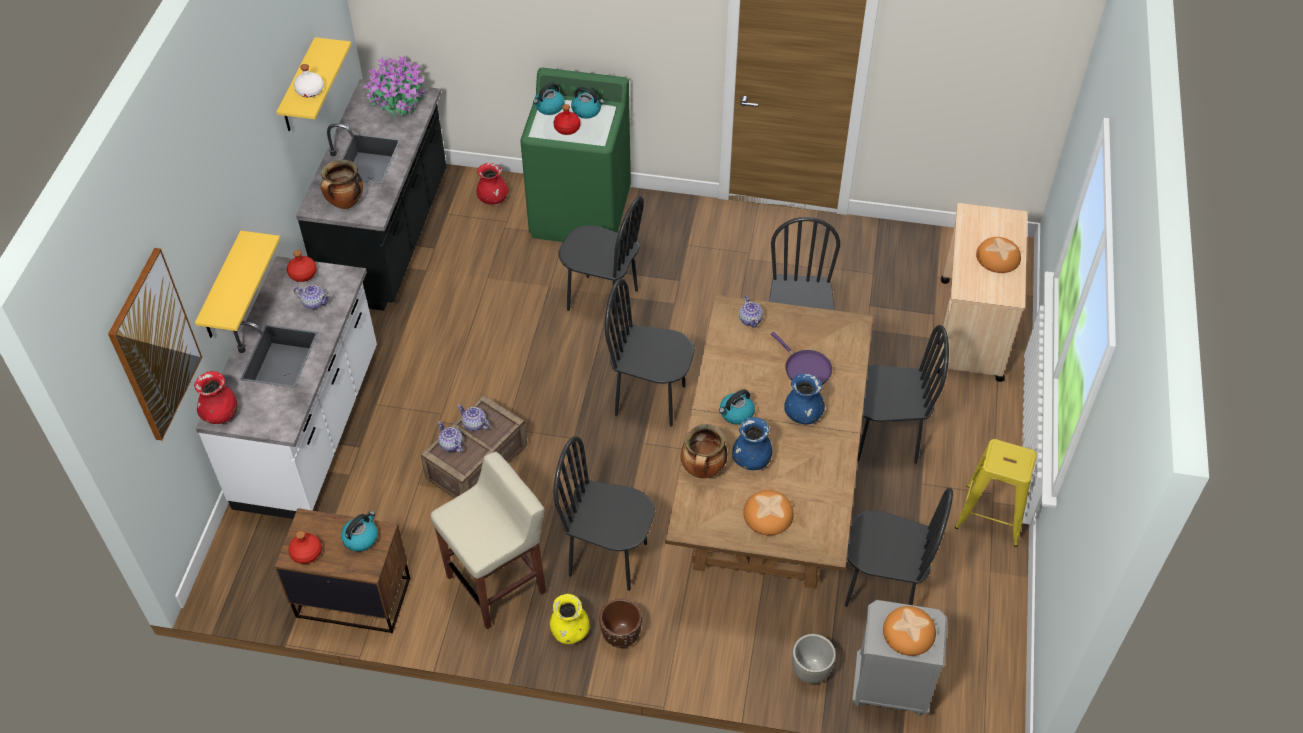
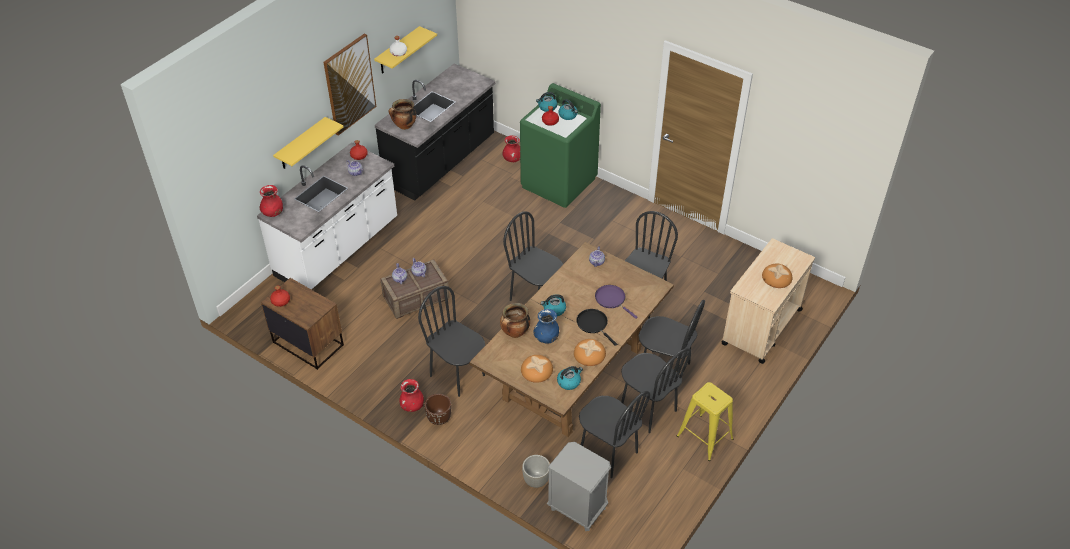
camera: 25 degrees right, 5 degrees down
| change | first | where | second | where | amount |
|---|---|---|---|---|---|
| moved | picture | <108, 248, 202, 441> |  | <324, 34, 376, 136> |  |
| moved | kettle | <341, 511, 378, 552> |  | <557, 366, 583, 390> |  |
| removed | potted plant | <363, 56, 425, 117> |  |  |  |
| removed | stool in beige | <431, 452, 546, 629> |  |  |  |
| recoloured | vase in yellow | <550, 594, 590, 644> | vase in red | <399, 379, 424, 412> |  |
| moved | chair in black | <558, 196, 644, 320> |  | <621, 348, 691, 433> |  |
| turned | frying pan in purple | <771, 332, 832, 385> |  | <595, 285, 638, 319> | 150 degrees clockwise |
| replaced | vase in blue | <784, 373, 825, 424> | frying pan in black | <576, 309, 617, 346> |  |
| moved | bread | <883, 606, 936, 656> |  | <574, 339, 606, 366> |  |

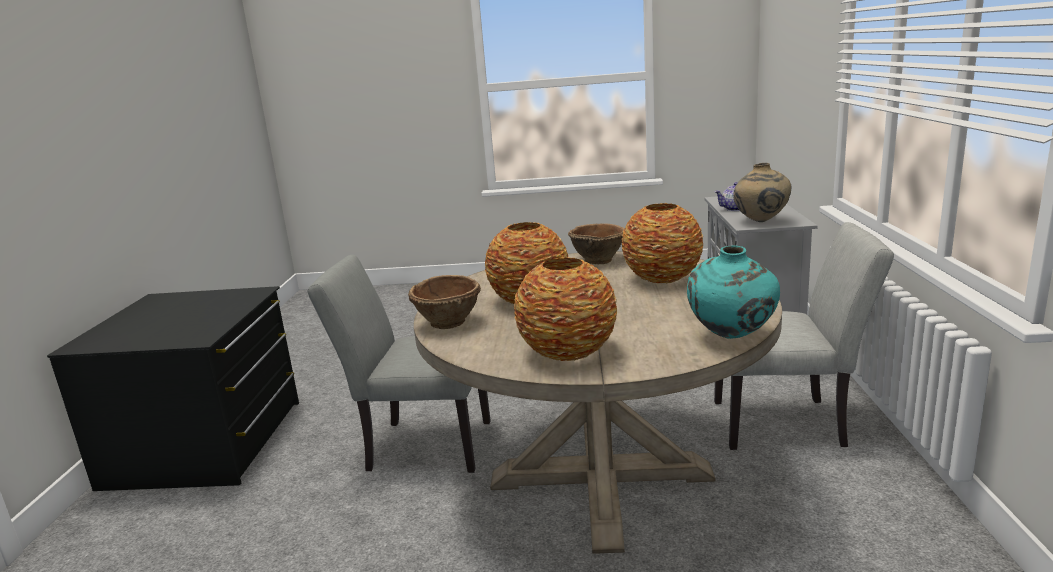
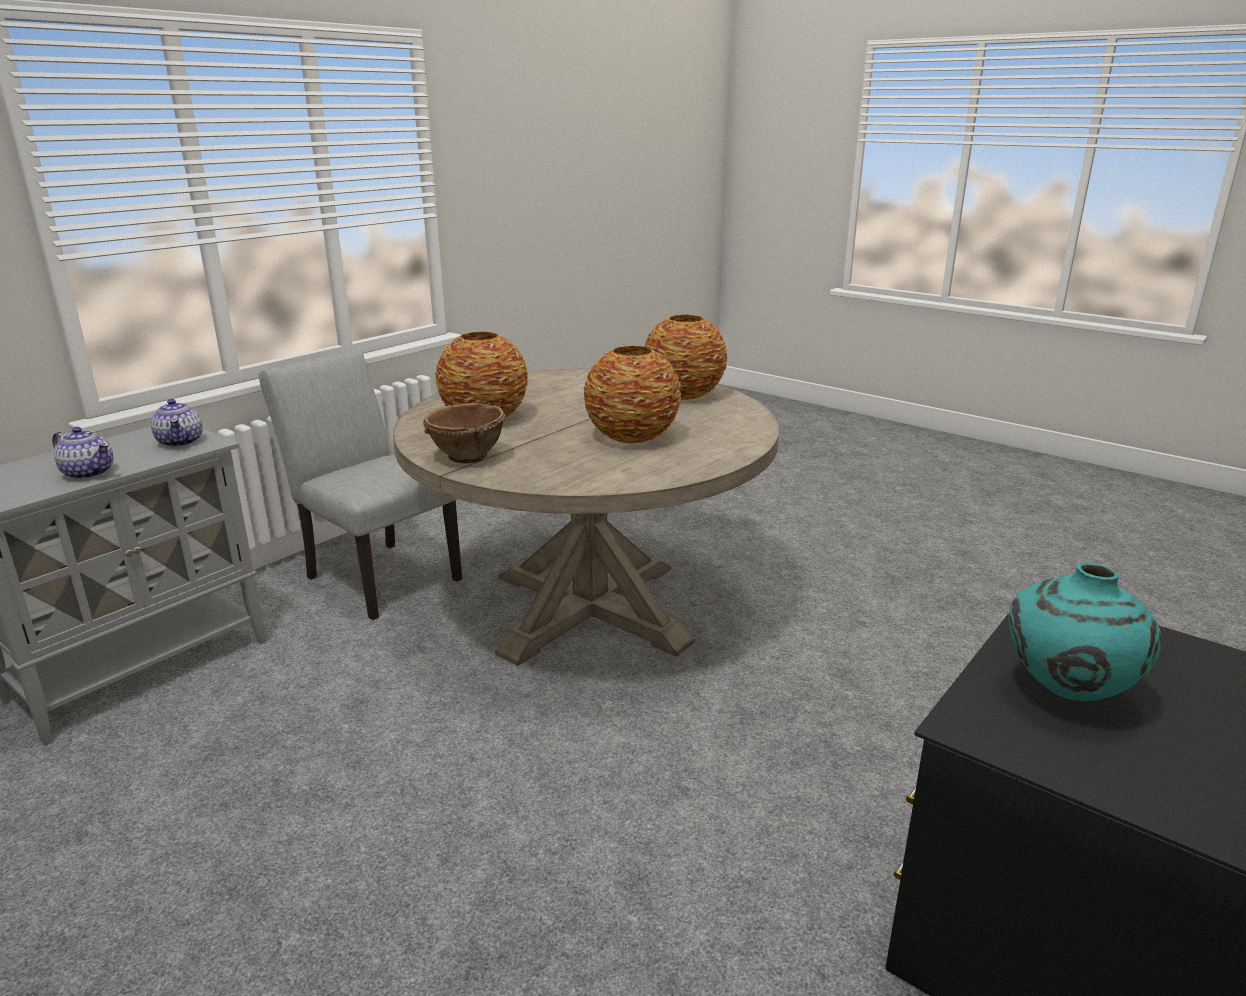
camera: 145 degrees left, 5 degrees up
| change | first | where | second | where | amount |
|---|---|---|---|---|---|
| removed | chair in grey | <308, 255, 491, 473> |  |  |  |
| removed | bowl in brown | <408, 275, 481, 329> |  |  |  |
| moved | vase in turquoise | <687, 245, 780, 339> |  | <1008, 563, 1161, 701> |  |
| replaced | vase in beige | <733, 163, 791, 222> | teapot | <150, 399, 203, 447> |  |

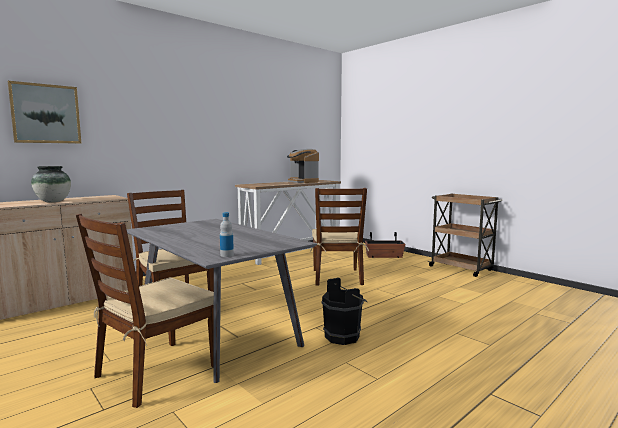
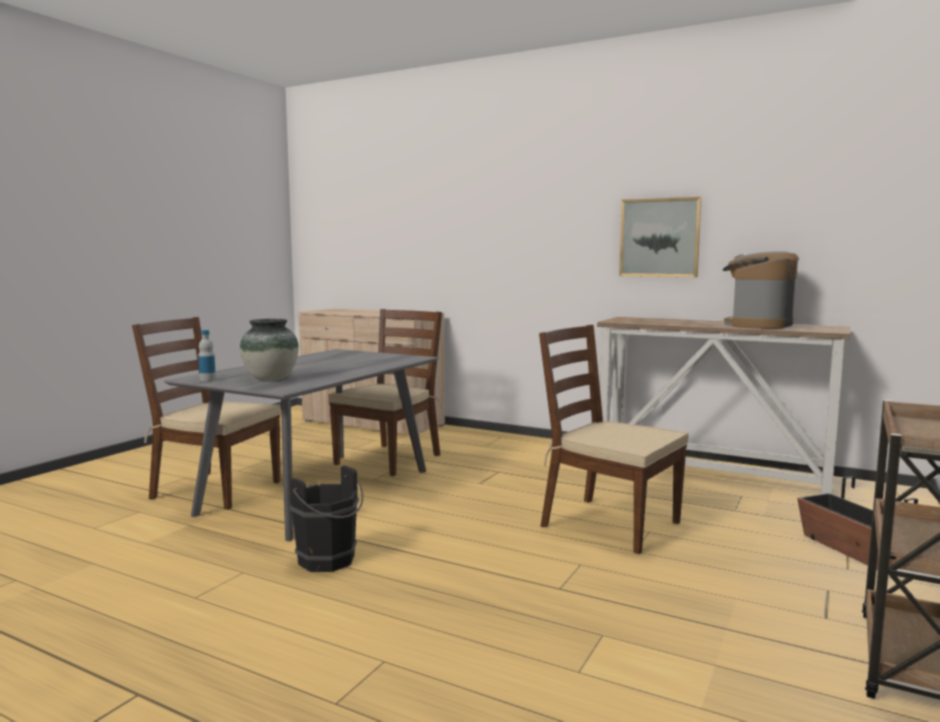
camera: 70 degrees right, 0 degrees up
| change | first | where | second | where | amount |
|---|---|---|---|---|---|
| moved | picture | <8, 81, 81, 144> |  | <619, 197, 702, 277> |  |
| moved | vase | <31, 166, 71, 202> |  | <240, 319, 299, 381> |  |
| turned | chair in brown | <310, 188, 369, 286> |  | <539, 325, 689, 554> | 60 degrees clockwise |

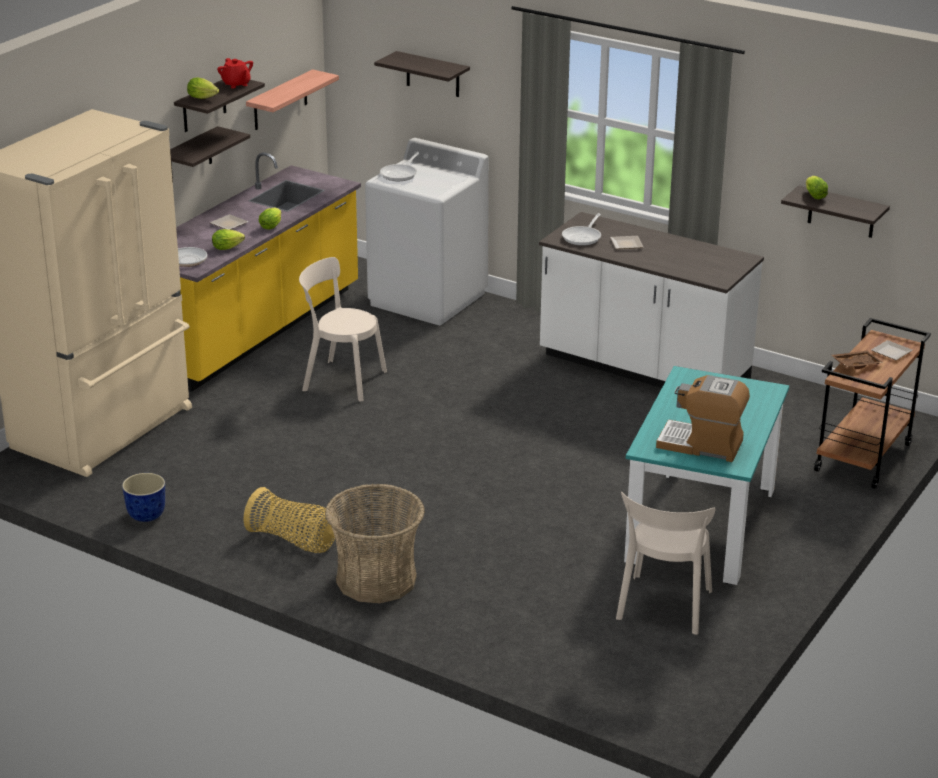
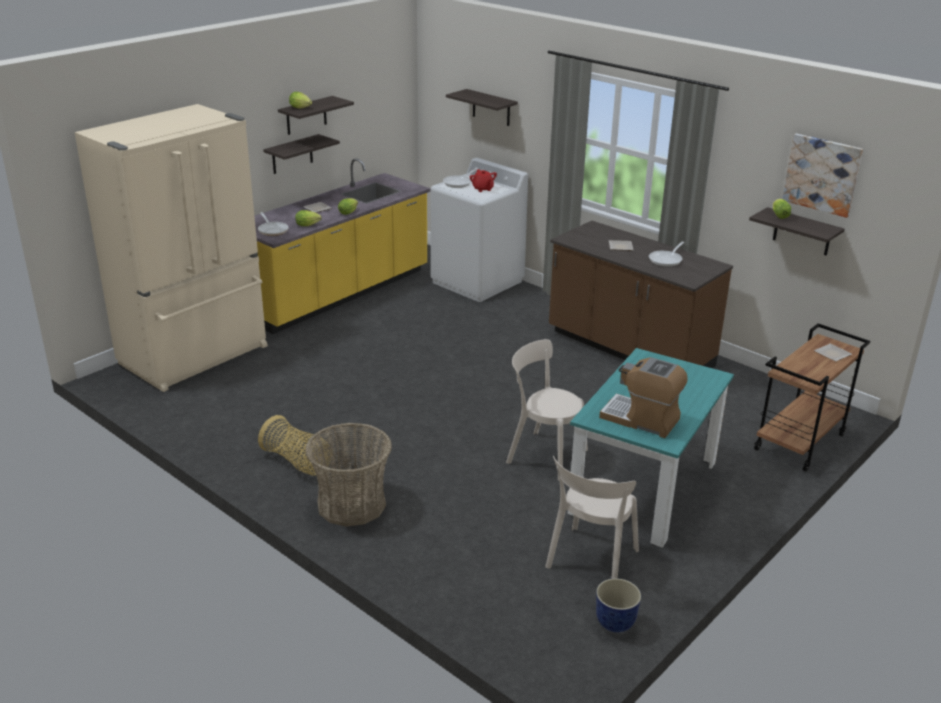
camera: 10 degrees right, 0 degrees up
| change | first | where | second | where | amount |
|---|---|---|---|---|---|
| moved | planter | <122, 473, 165, 522> |  | <596, 578, 641, 632> |  |
| moved | teapot in red | <217, 58, 253, 88> |  | <470, 169, 497, 192> |  |
| removed | shelf | <246, 69, 339, 130> |  |  |  |
| moved | chair in beige | <299, 257, 387, 402> |  | <506, 339, 588, 481> |  |
| recoloured | counter in white | <539, 212, 764, 388> | counter in brown | <549, 221, 733, 368> |  |
| moved | frying pan | <562, 213, 601, 246> |  | <649, 242, 684, 267> |  |
| removed | tray in brown | <831, 350, 884, 369> |  |  |  |
| added |  |  | picture | <782, 134, 863, 218> |  |

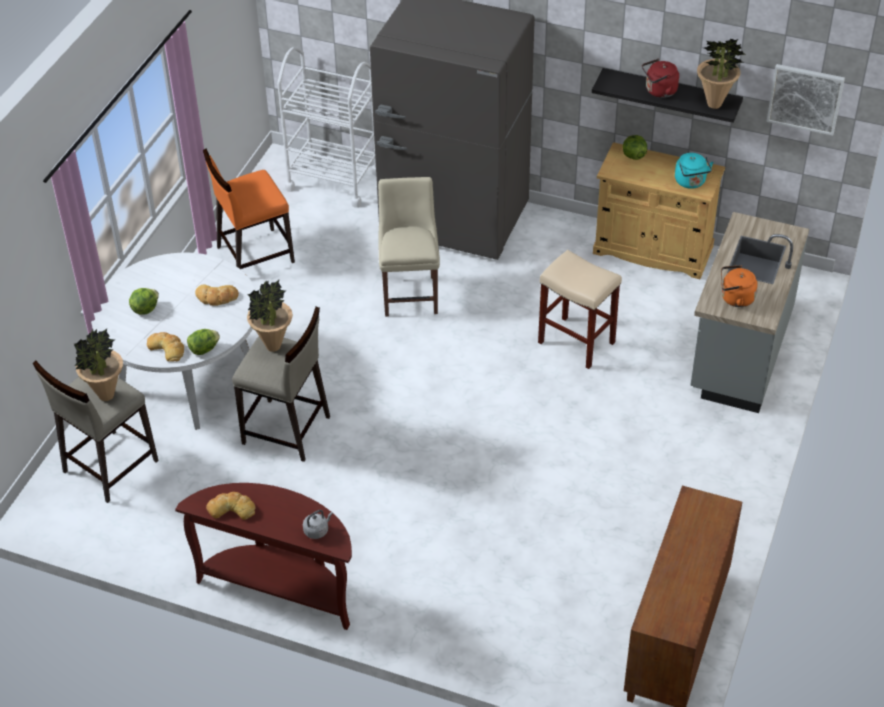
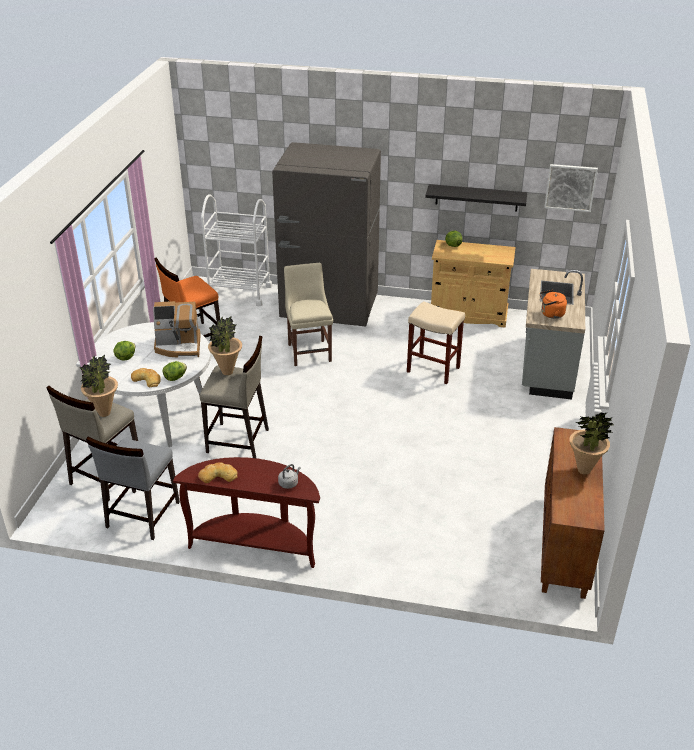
camera: 10 degrees left, 10 degrees down
| change | first | where | second | where | amount |
|---|---|---|---|---|---|
| replaced | bread | <195, 285, 239, 306> | coffee machine | <153, 301, 201, 358> |  |
| removed | kettle in red | <642, 59, 679, 98> |  |  |  |
| removed | kettle in turquoise | <675, 153, 714, 189> |  |  |  |
| moved | potted plant | <697, 39, 745, 109> |  | <570, 412, 613, 475> |  |
| added |  |  | chair in grey | <86, 437, 180, 540> |  |

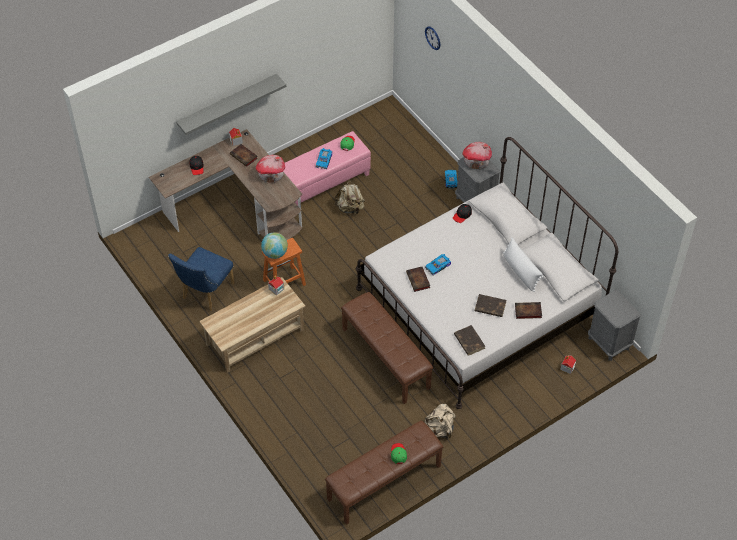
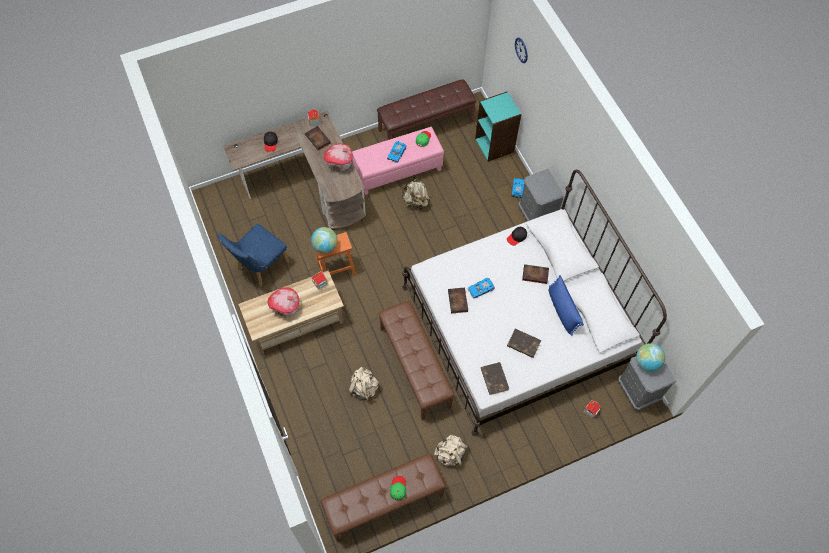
camera: 10 degrees right, 10 degrees up
| change | first | where | second | where | amount |
|---|---|---|---|---|---|
| removed | shelf in grey | <176, 74, 286, 135> |  |  |  |
| moved | toy house | <462, 142, 492, 170> |  | <268, 287, 299, 318> |  |
| recoloured | pillow in white | <503, 238, 544, 292> | pillow in blue | <548, 275, 584, 335> |  |
| moved | book | <515, 302, 542, 319> |  | <522, 264, 549, 284> |  |
| added |  |  | backpack in beige | <348, 366, 379, 402> |  |
| added |  |  | bench in brown | <377, 79, 476, 140> |  |
| added |  |  | bookcase in turquoise | <475, 91, 522, 162> |  |
| added |  |  | globe | <636, 343, 665, 372> |  |

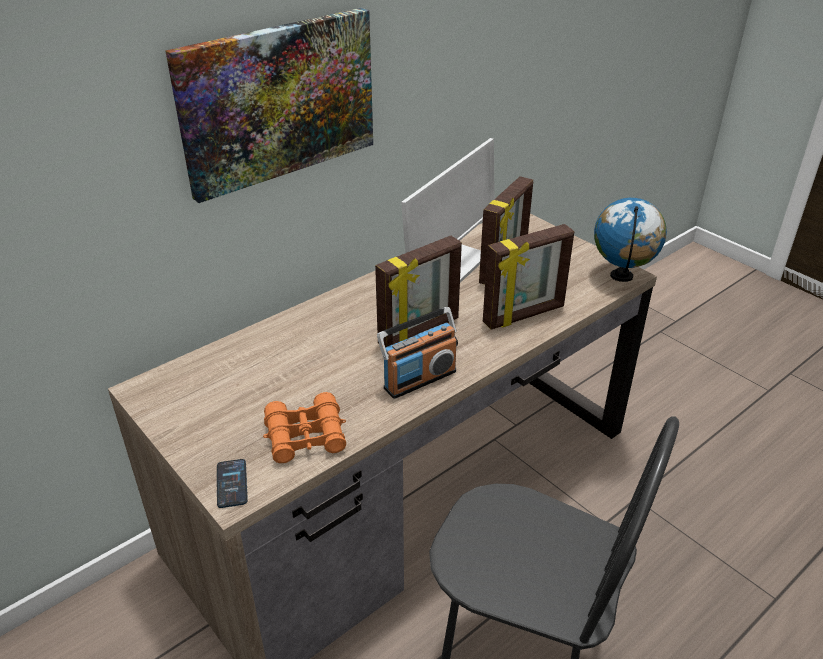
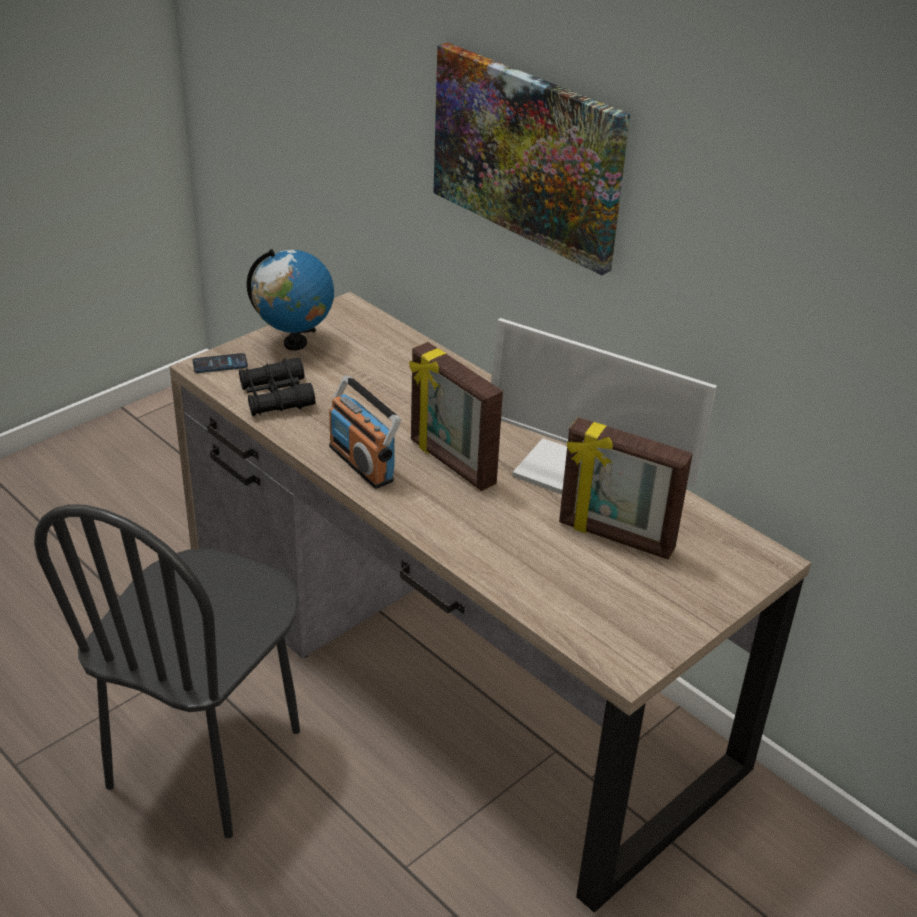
camera: 85 degrees right, 0 degrees up
| change | first | where | second | where | amount |
|---|---|---|---|---|---|
| recoloured | binoculars in orange | <263, 392, 346, 463> | binoculars in black | <239, 358, 316, 416> |  |
| removed | picture frame | <483, 224, 575, 330> |  |  |  |
| moved | globe | <594, 198, 667, 282> |  | <247, 249, 334, 350> |  |

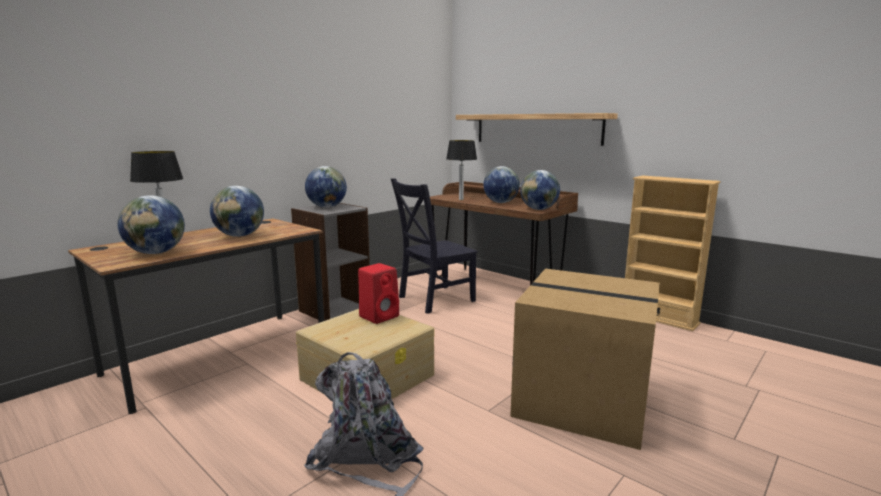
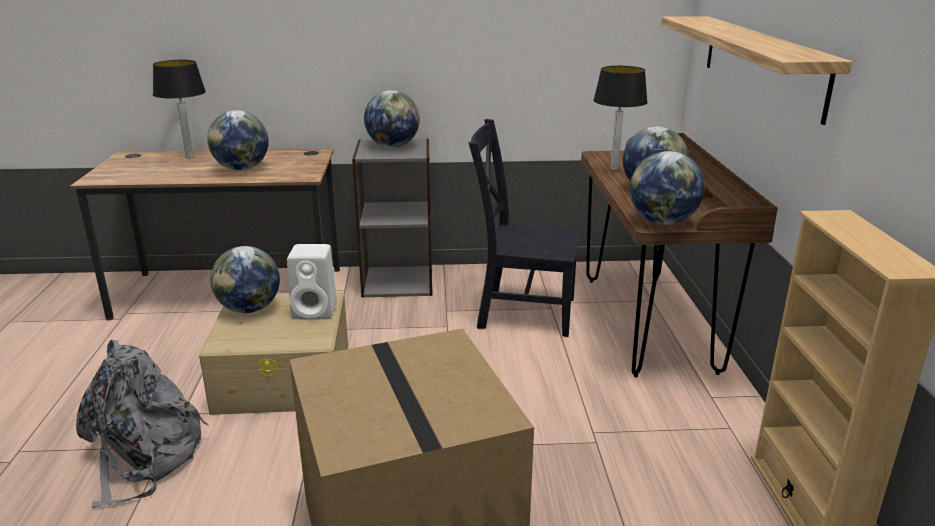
camera: 45 degrees right, 10 degrees up
| change | first | where | second | where | amount |
|---|---|---|---|---|---|
| moved | globe | <118, 195, 185, 254> |  | <211, 246, 280, 313> |  |
| recoloured | speaker in red | <358, 263, 399, 324> | speaker in white | <287, 244, 337, 319> |  |

